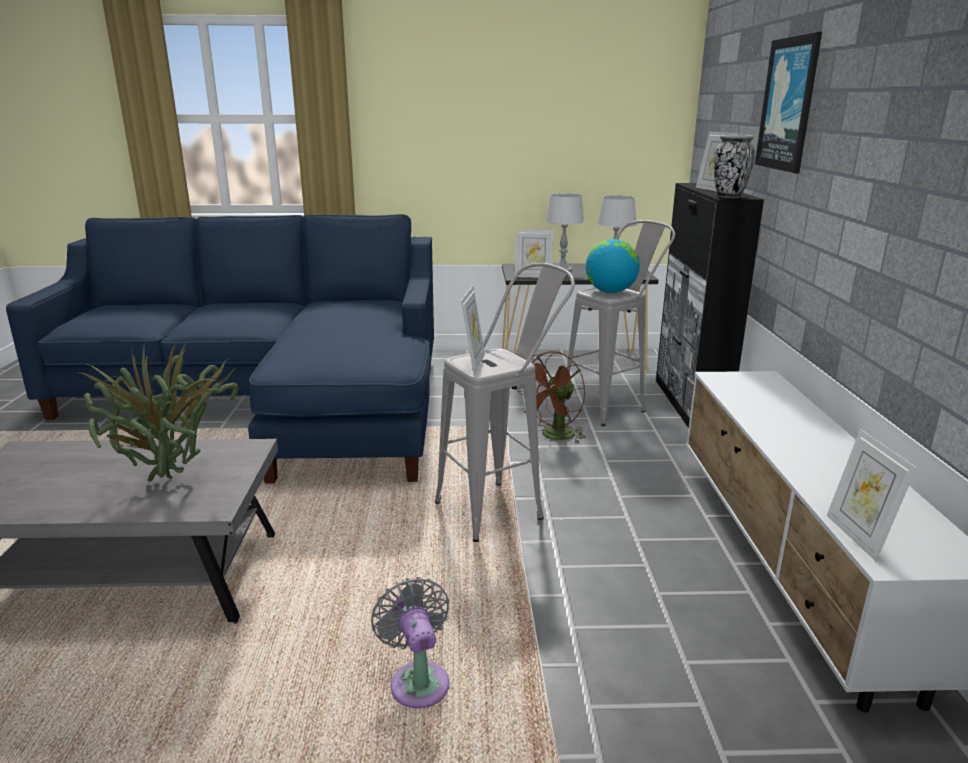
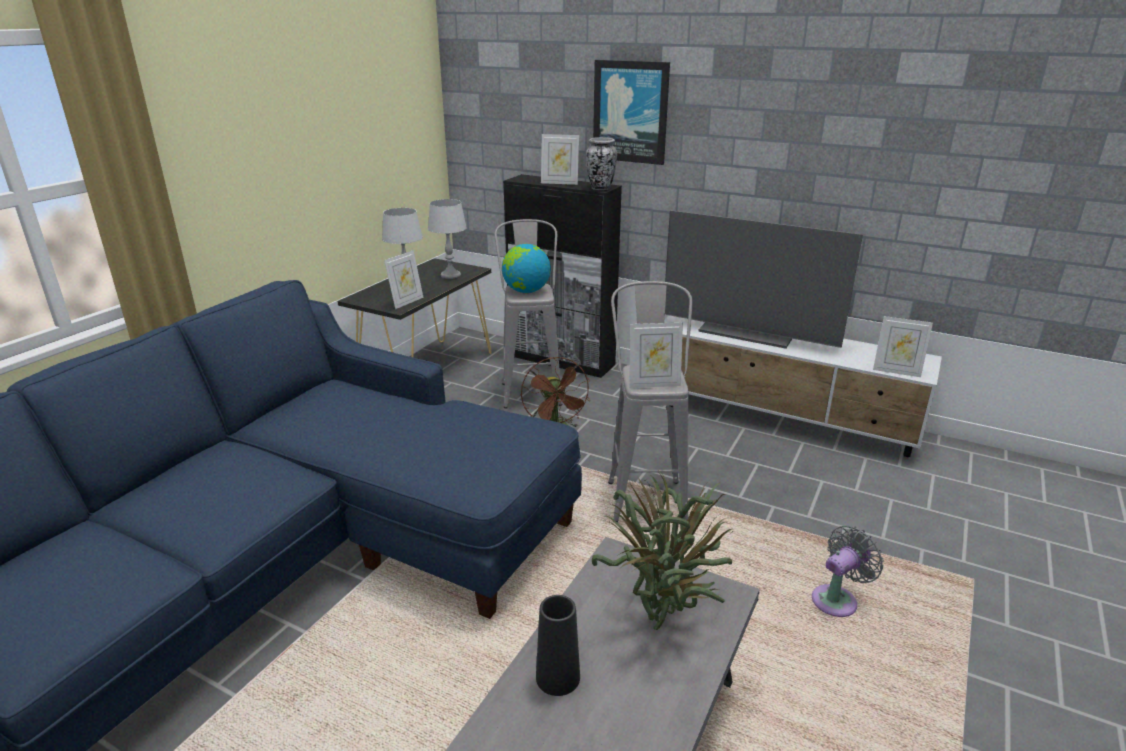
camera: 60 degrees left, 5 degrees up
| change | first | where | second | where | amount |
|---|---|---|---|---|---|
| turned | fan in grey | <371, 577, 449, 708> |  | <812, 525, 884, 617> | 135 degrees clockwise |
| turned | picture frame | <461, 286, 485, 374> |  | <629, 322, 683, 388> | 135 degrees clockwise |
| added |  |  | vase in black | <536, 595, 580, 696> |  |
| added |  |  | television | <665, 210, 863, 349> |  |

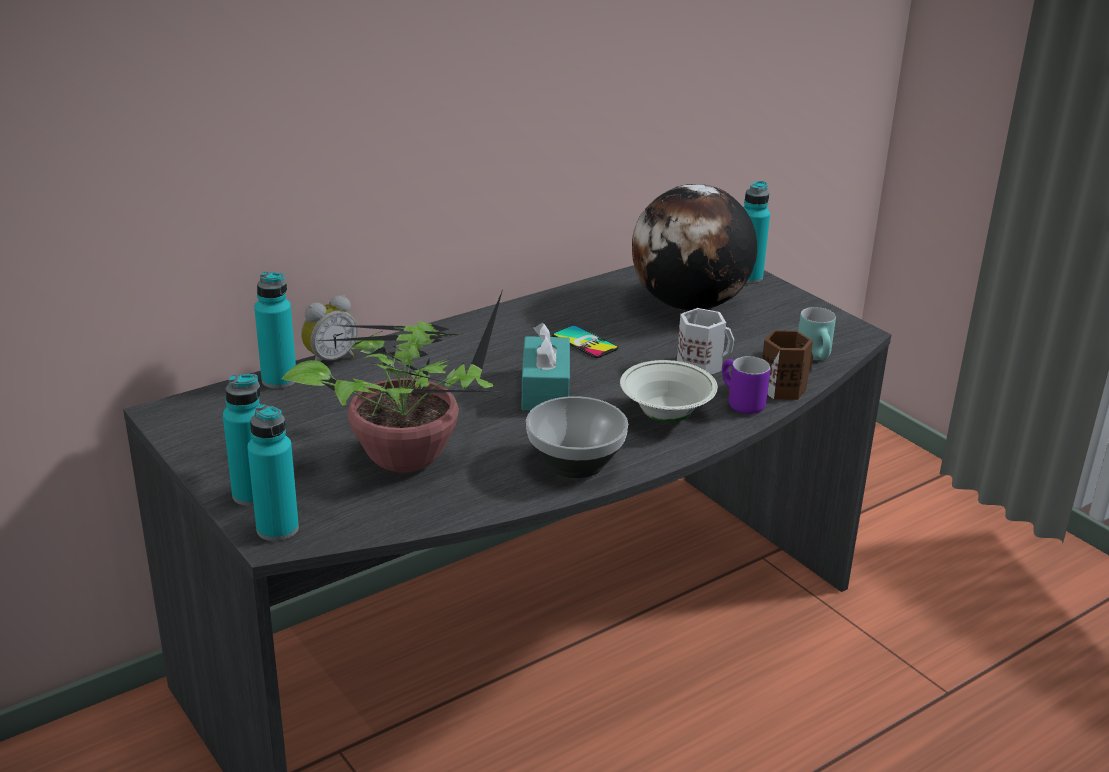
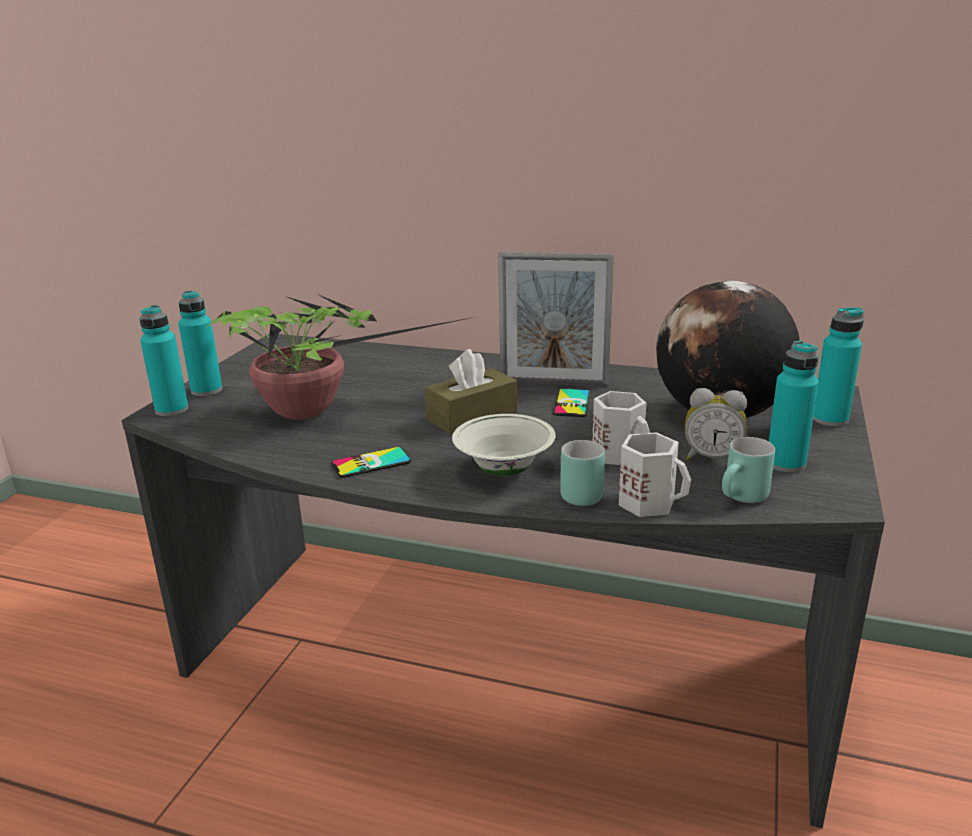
camera: 55 degrees right, 5 degrees down
| change | first | where | second | where | amount |
|---|---|---|---|---|---|
| moved | bottle in turquoise | <254, 272, 296, 389> |  | <769, 341, 819, 473> |  |
| moved | alarm clock | <301, 295, 358, 362> |  | <685, 388, 747, 460> |  |
| recoloured | tissue box in turquoise | <521, 323, 570, 411> | tissue box in brown | <425, 349, 517, 434> |  |
| replaced | bowl | <526, 396, 628, 478> | phone | <331, 447, 412, 478> |  |
| recoloured | mug in purple | <722, 356, 770, 414> | mug in turquoise | <560, 440, 605, 506> |  |
| recoloured | mug in brown | <762, 330, 813, 400> | mug in white | <619, 432, 691, 517> |  |
| added |  |  | picture frame | <498, 252, 614, 386> |  |

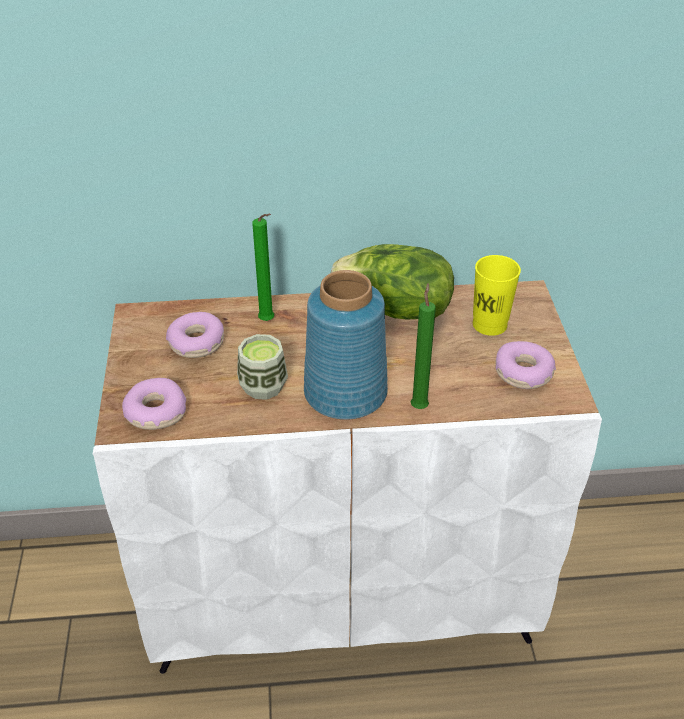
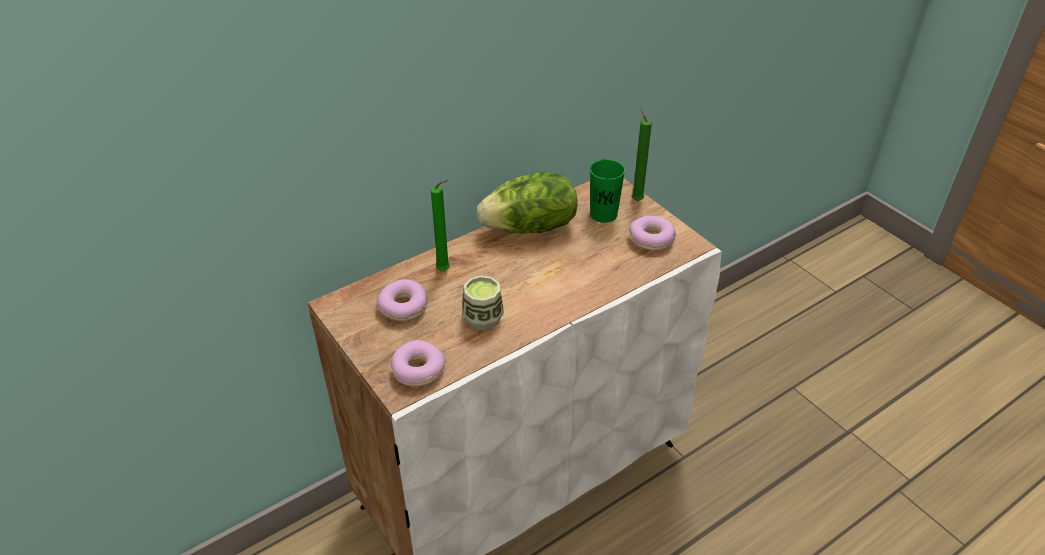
camera: 30 degrees left, 0 degrees up
| change | first | where | second | where | amount |
|---|---|---|---|---|---|
| removed | vase in blue | <304, 270, 388, 420> |  |  |  |
| moved | candle in green | <411, 283, 436, 409> |  | <632, 107, 652, 201> |  |
| recoloured | cup in yellow | <473, 255, 521, 336> | cup in green | <590, 159, 625, 223> |  |

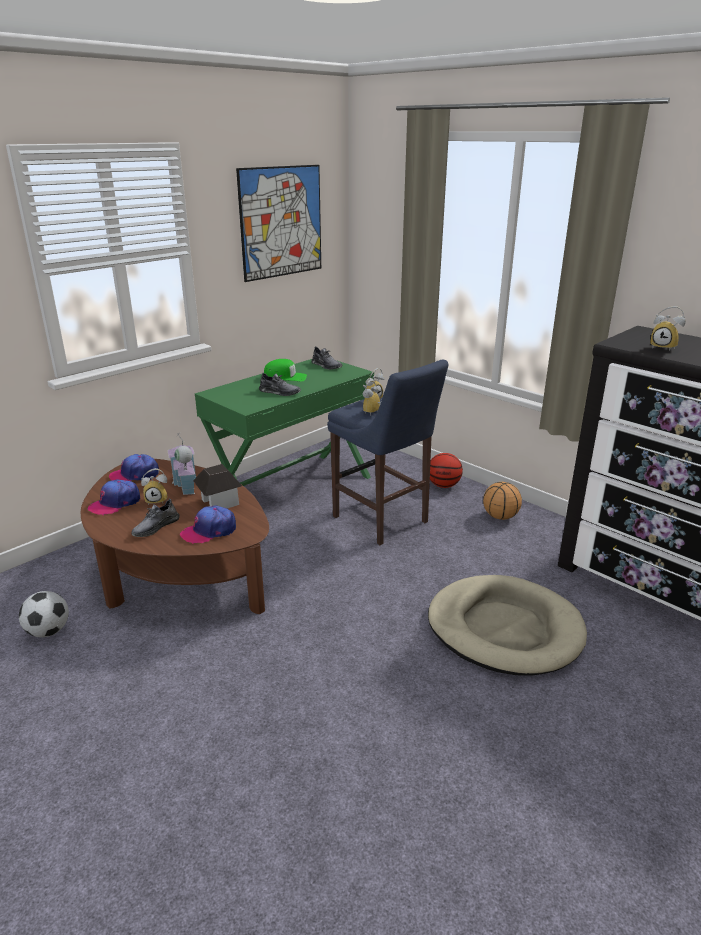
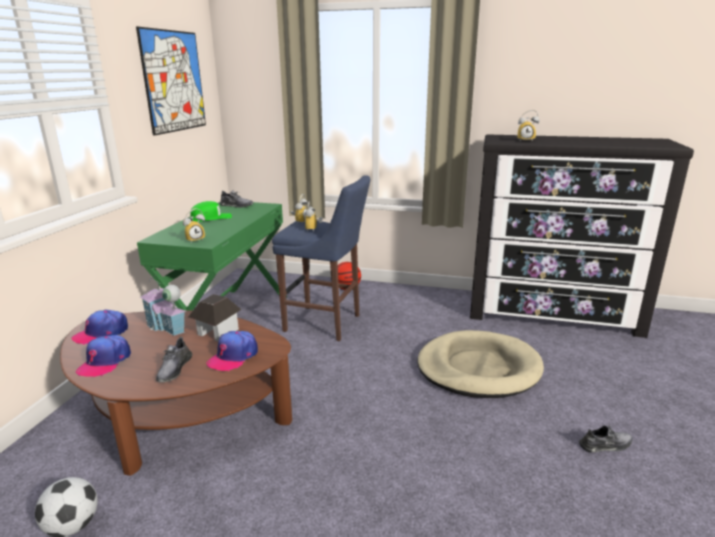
camera: 30 degrees left, 5 degrees down
| change | first | where | second | where | amount |
|---|---|---|---|---|---|
| moved | alarm clock | <141, 468, 168, 505> |  | <183, 208, 205, 243> |  |
| moved | shoe in grey | <259, 373, 301, 396> |  | <579, 425, 632, 452> |  |
| removed | basketball | <483, 482, 522, 520> |  |  |  |

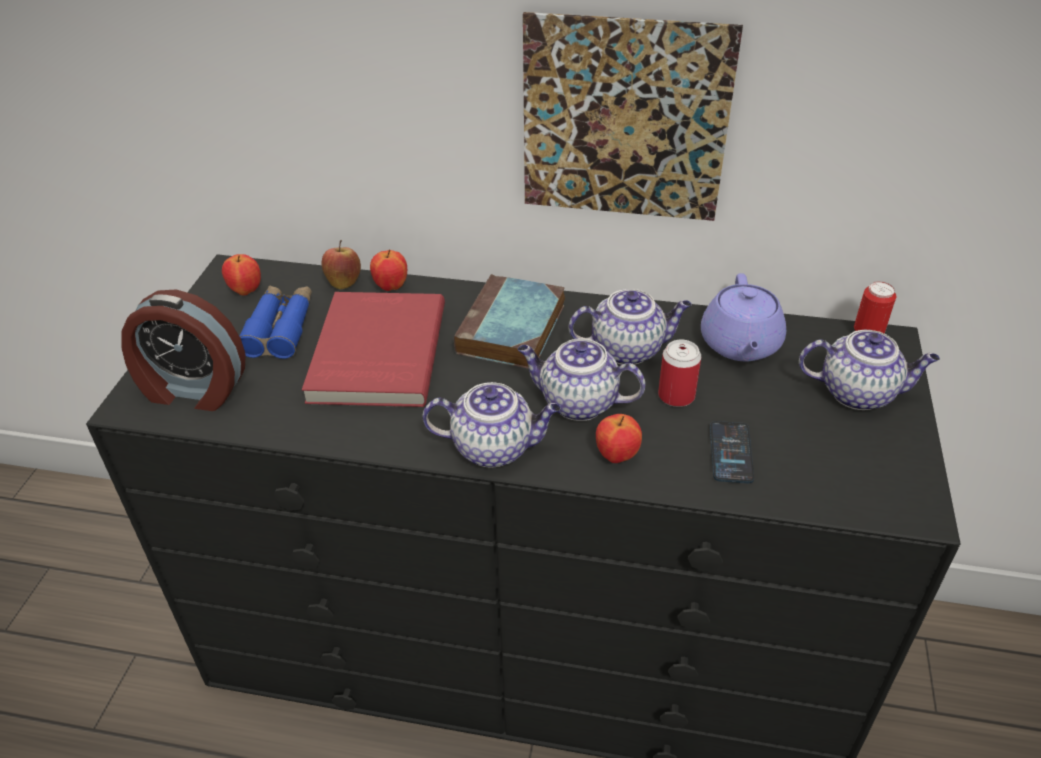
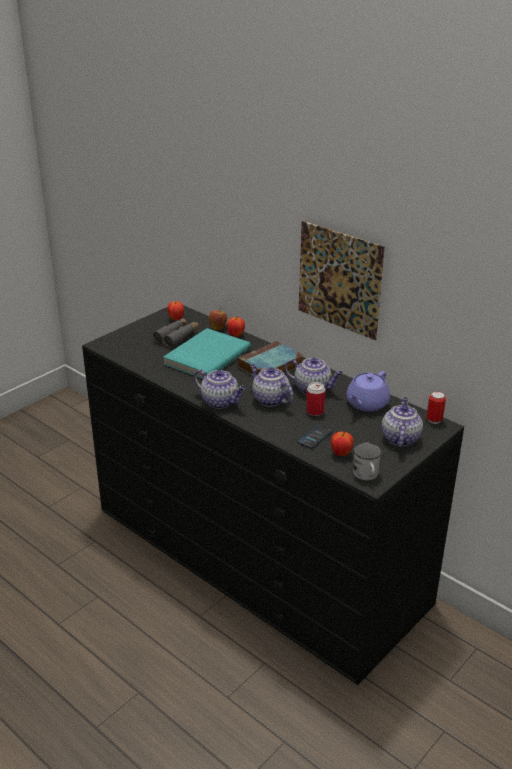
camera: 30 degrees right, 10 degrees down
| change | first | where | second | where | amount |
|---|---|---|---|---|---|
| removed | alarm clock | <121, 290, 246, 411> |  |  |  |
| recoloured | binoculars in blue | <239, 285, 312, 359> | binoculars in grey | <153, 318, 199, 347> |  |
| recoloured | book in red | <302, 292, 445, 407> | book in turquoise | <163, 328, 251, 379> |  |
| moved | apple | <596, 414, 642, 463> |  | <331, 431, 353, 456> |  |
| turned | teapot | <799, 330, 940, 410> |  | <382, 397, 423, 447> | 120 degrees counterclockwise |
| added |  |  | mug in white | <353, 443, 382, 480> |  |

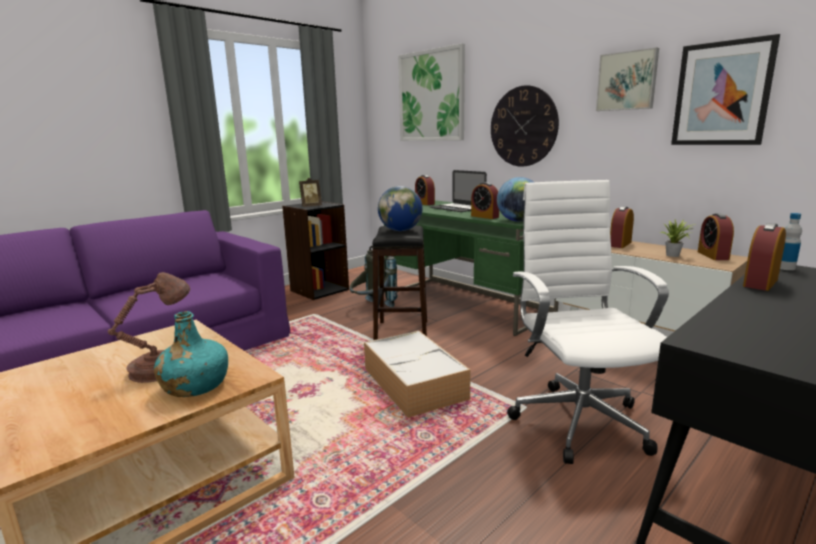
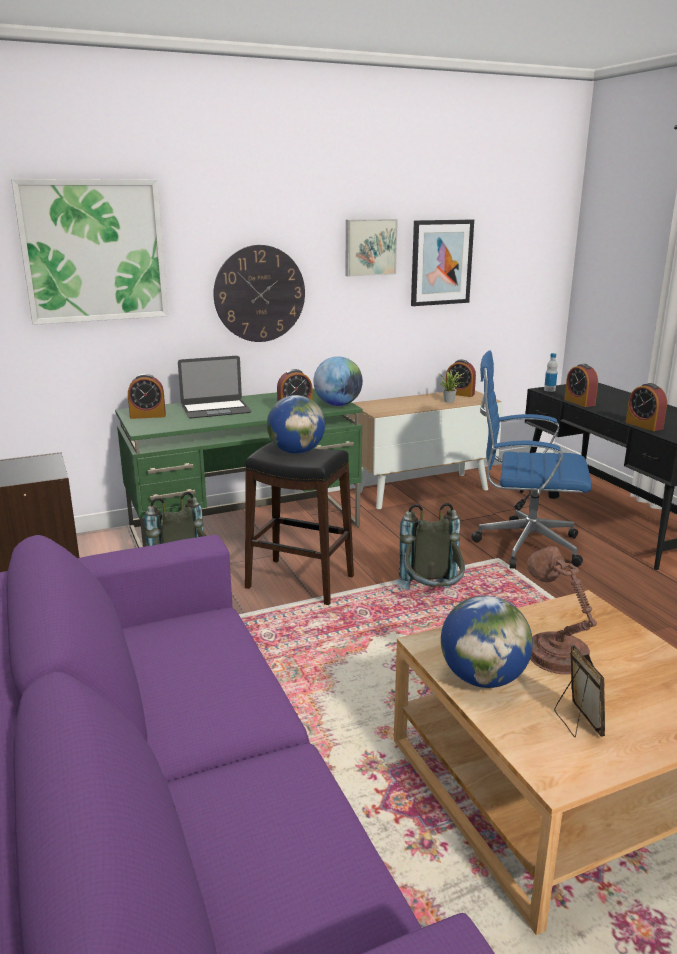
camera: 70 degrees left, 5 degrees up
| change | first | where | second | where | amount |
|---|---|---|---|---|---|
| removed | bottle in turquoise | <154, 311, 228, 397> |  |  |  |
| moved | picture frame | <299, 178, 322, 207> |  | <554, 645, 605, 737> |  |
| replaced | storage box | <364, 331, 471, 418> | backpack in grey | <395, 503, 465, 590> |  |
| recoloured | office chair in white | <507, 180, 669, 464> | office chair in blue | <471, 350, 592, 569> |  |
| moved | alarm clock | <610, 206, 634, 248> |  | <626, 383, 667, 431> |  |
| added |  |  | globe | <441, 595, 533, 688> |  |

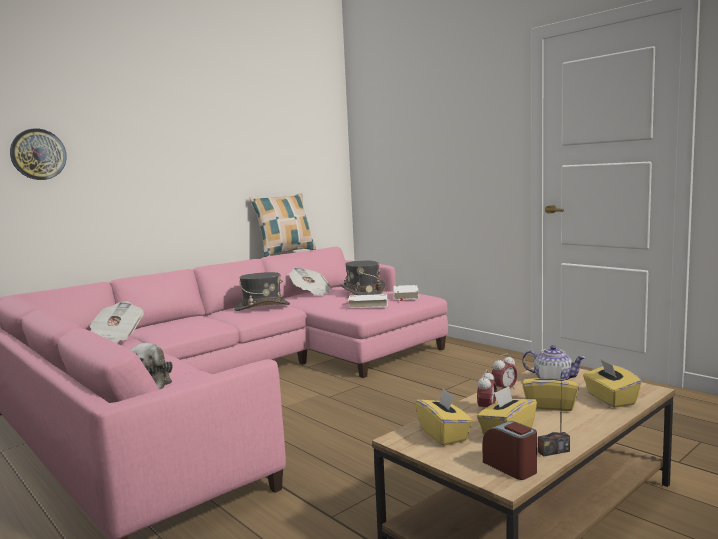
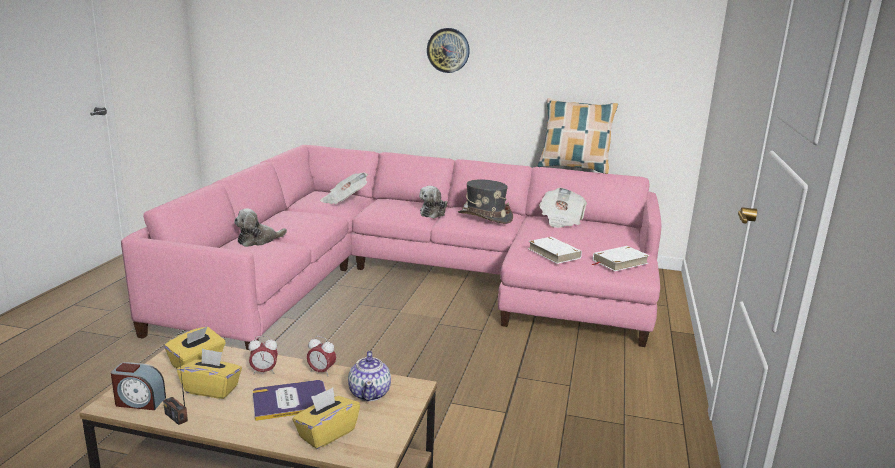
camera: 55 degrees right, 10 degrees up
| change | first | where | second | where | amount |
|---|---|---|---|---|---|
| moved | wall clock | <10, 128, 67, 180> |  | <427, 28, 470, 73> |  |
| removed | hat in grey | <340, 260, 386, 295> |  |  |  |
| turned | alarm clock | <482, 421, 537, 480> |  | <111, 362, 166, 410> | 75 degrees clockwise |
| replaced | tissue box in yellow | <523, 365, 579, 411> | book | <253, 380, 326, 421> |  |
| added |  |  | plush toy | <419, 186, 448, 218> |  |

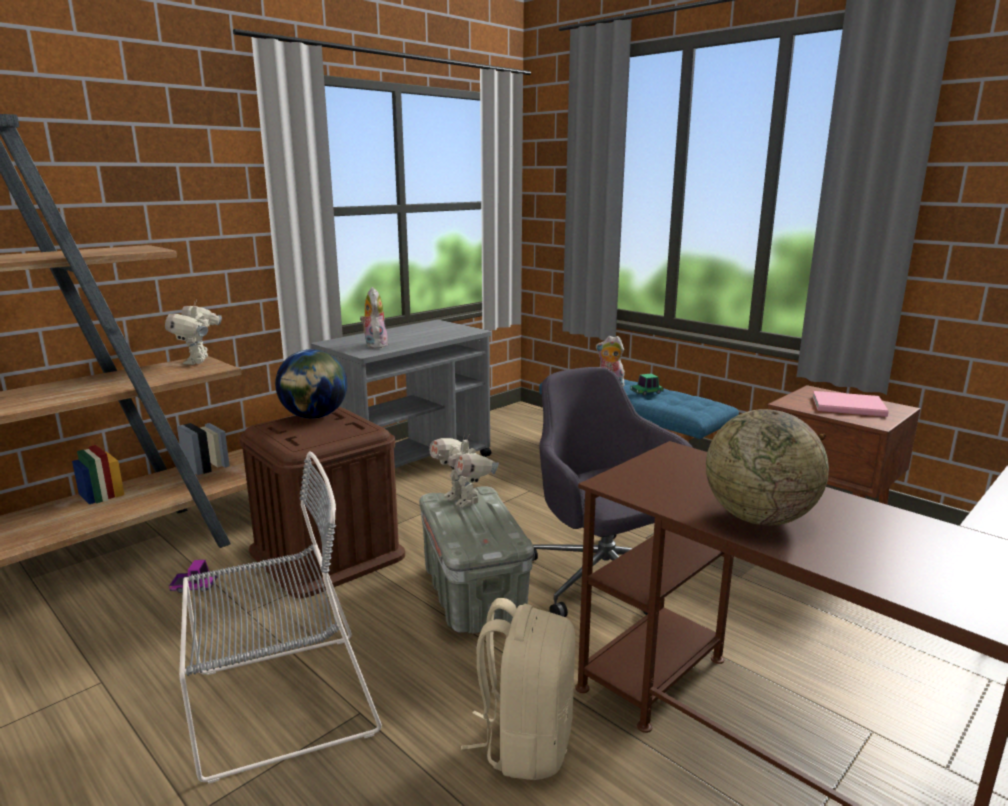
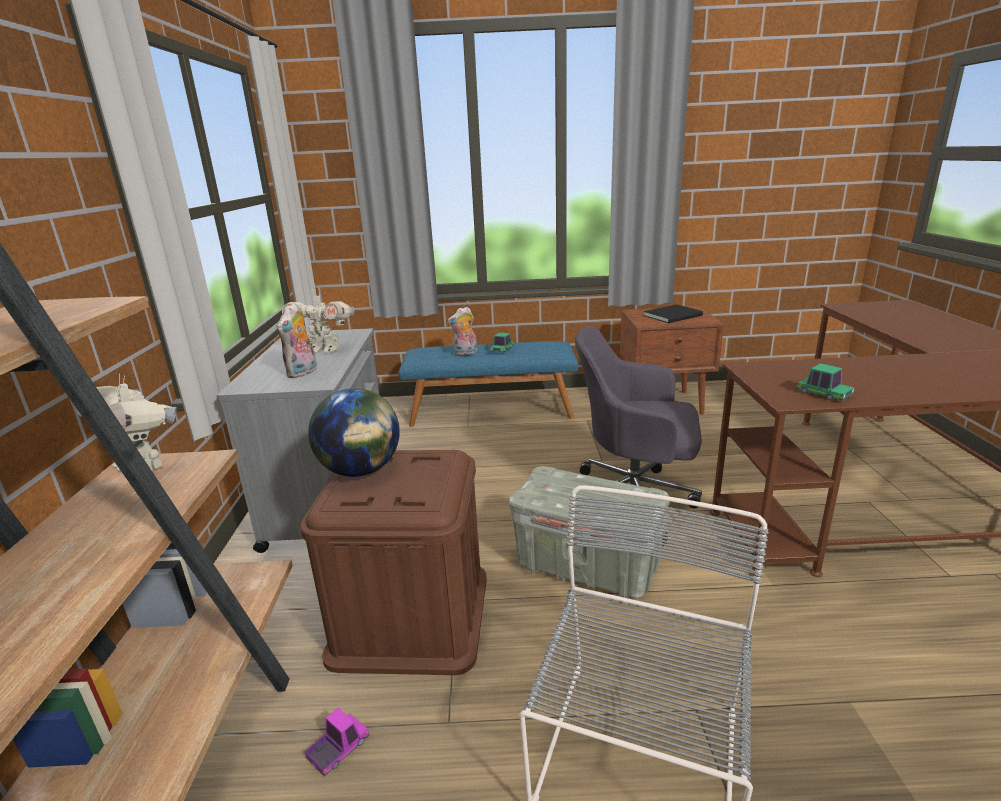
camera: 45 degrees left, 5 degrees up
| change | first | where | second | where | amount |
|---|---|---|---|---|---|
| turned | plush toy | <360, 287, 388, 348> |  | <277, 303, 317, 378> | 105 degrees counterclockwise |
| moved | toy robot | <429, 433, 499, 507> |  | <282, 290, 354, 352> |  |
| removed | backpack in beige | <461, 598, 575, 780> |  |  |  |
| removed | globe | <706, 409, 829, 526> |  |  |  |
| recoloured | book in pink | <813, 391, 888, 417> | book in black | <644, 304, 703, 323> |  |
| added |  |  | toy car | <796, 363, 854, 401> |  |

